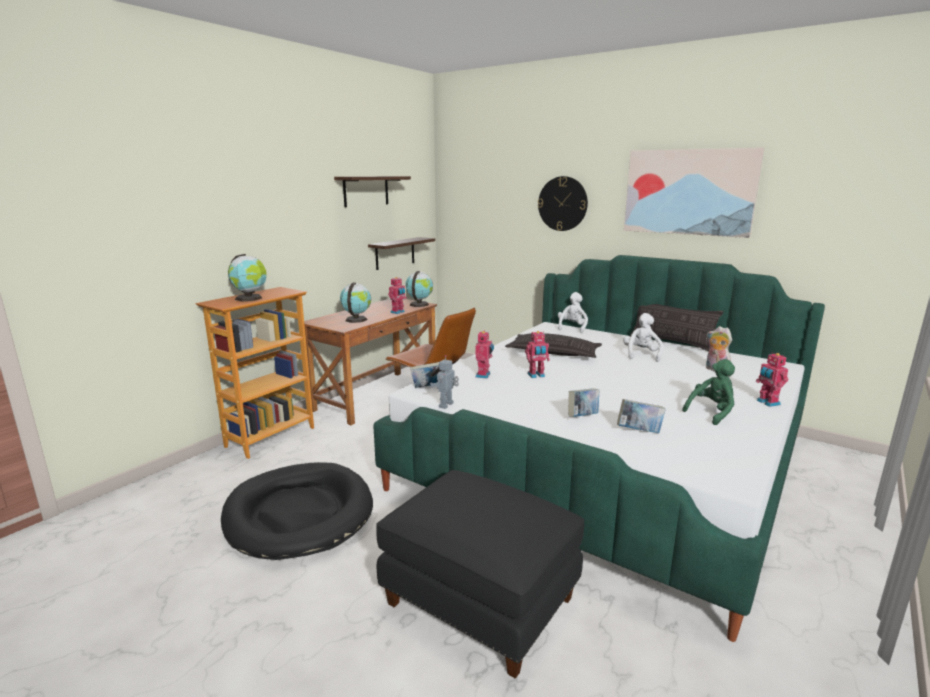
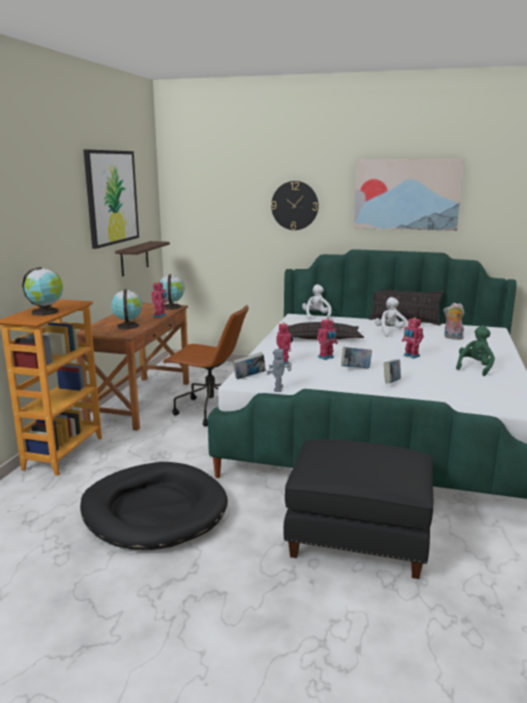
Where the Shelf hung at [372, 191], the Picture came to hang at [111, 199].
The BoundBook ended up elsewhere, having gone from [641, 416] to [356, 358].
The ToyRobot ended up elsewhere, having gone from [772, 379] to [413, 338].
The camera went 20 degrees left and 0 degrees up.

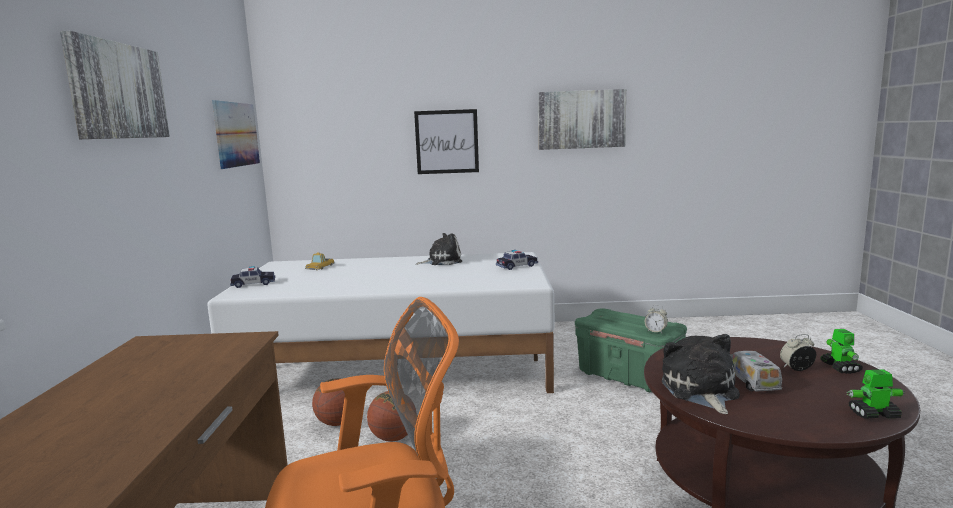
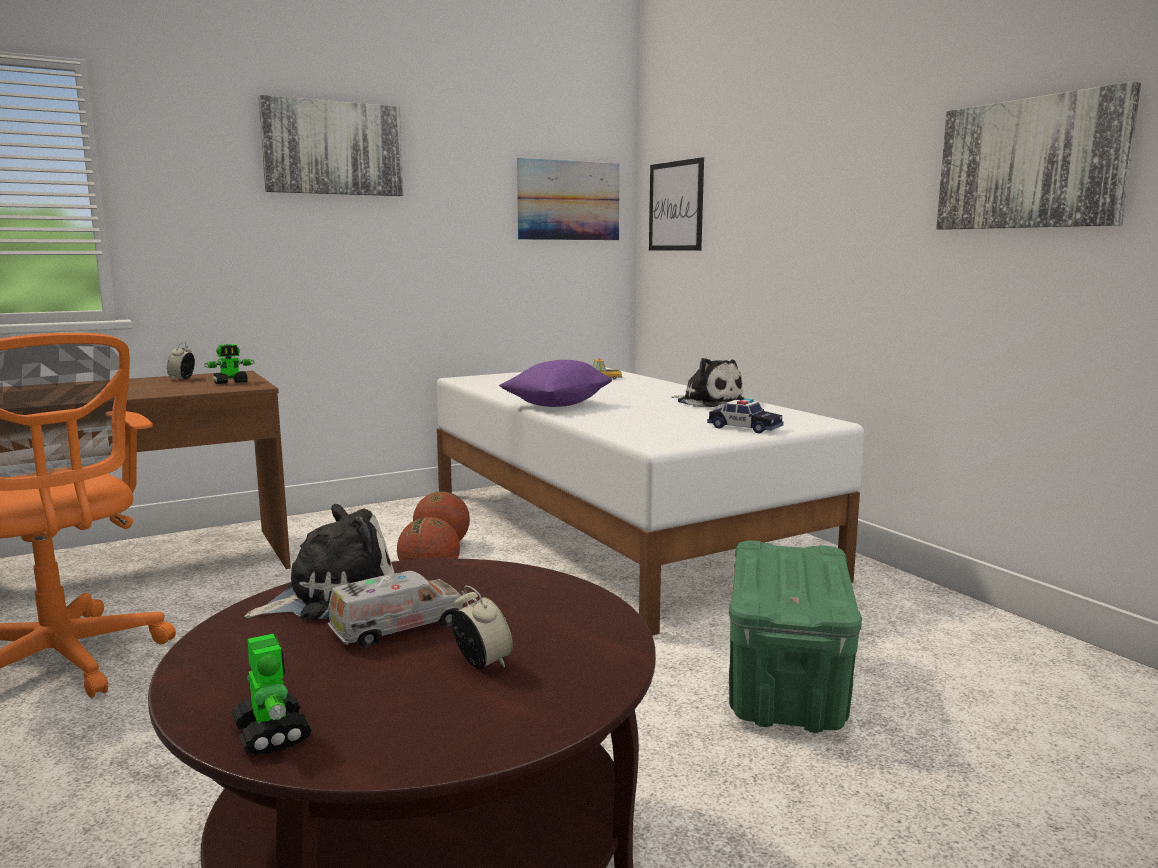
The BedsideClock ended up elsewhere, having gone from [656, 319] to [181, 361].
The ToyRobot ended up elsewhere, having gone from [841, 351] to [229, 364].
The second view gained the PurpleColouredPillow at [556, 383].
The Picture ended up elsewhere, having gone from [446, 141] to [676, 204].
The second view lost the MiniatureCar at [252, 277].
The camera went 60 degrees right and 0 degrees up.

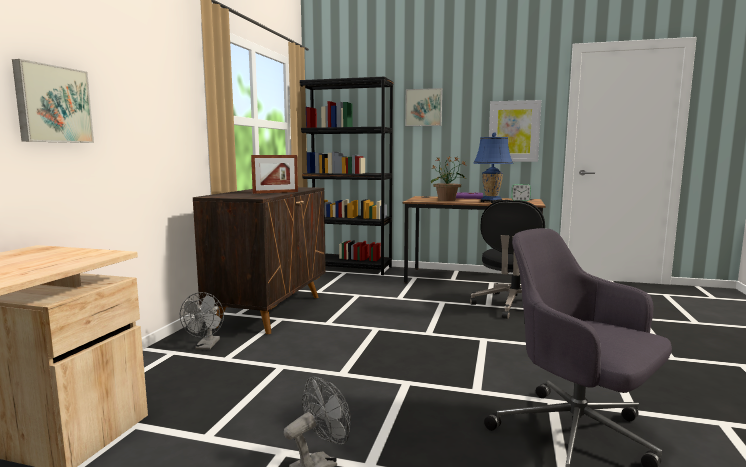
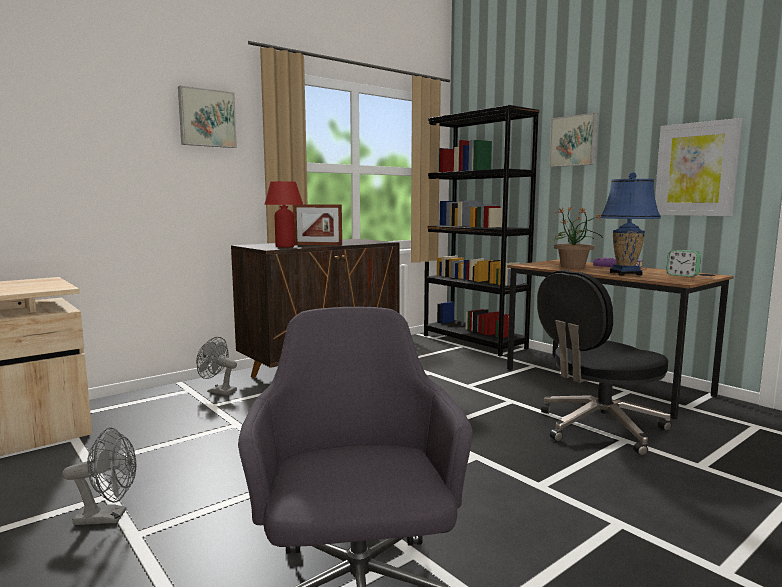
The Picture ended up elsewhere, having gone from [53, 101] to [207, 117].
The GreyishFan at [202, 321] ended up facing another way, 75 degrees clockwise from before.
The second view gained the ReddishTableLamp at [283, 214].
The camera went 35 degrees right and 0 degrees up.

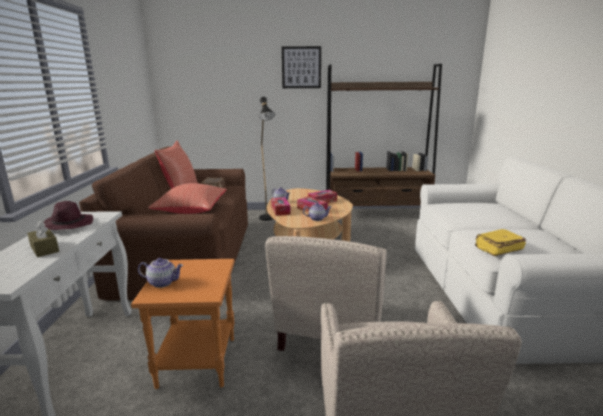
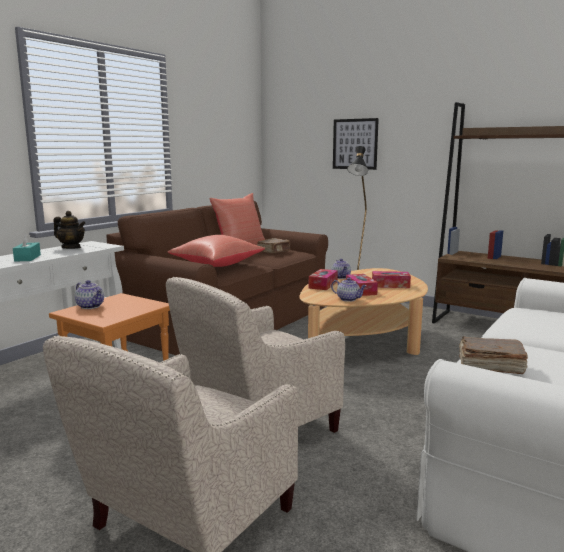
What was the BrownBoxOfTissues at [43, 239] turned into the TurquoiseBoxOfTissues at [27, 246].
Where the PurpleColouredClothingHat stood at [68, 215], the PotForTea came to stand at [69, 230].
The Picture ended up elsewhere, having gone from [301, 67] to [356, 144].
What was the YellowBoundBook at [500, 242] turned into the BrownBoundBook at [493, 355].
The camera went 35 degrees right and 5 degrees down.

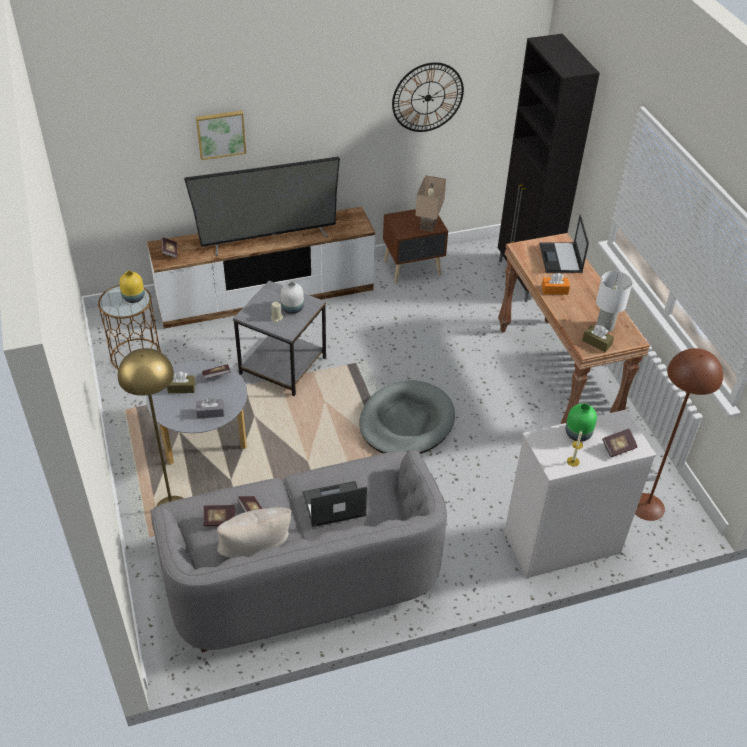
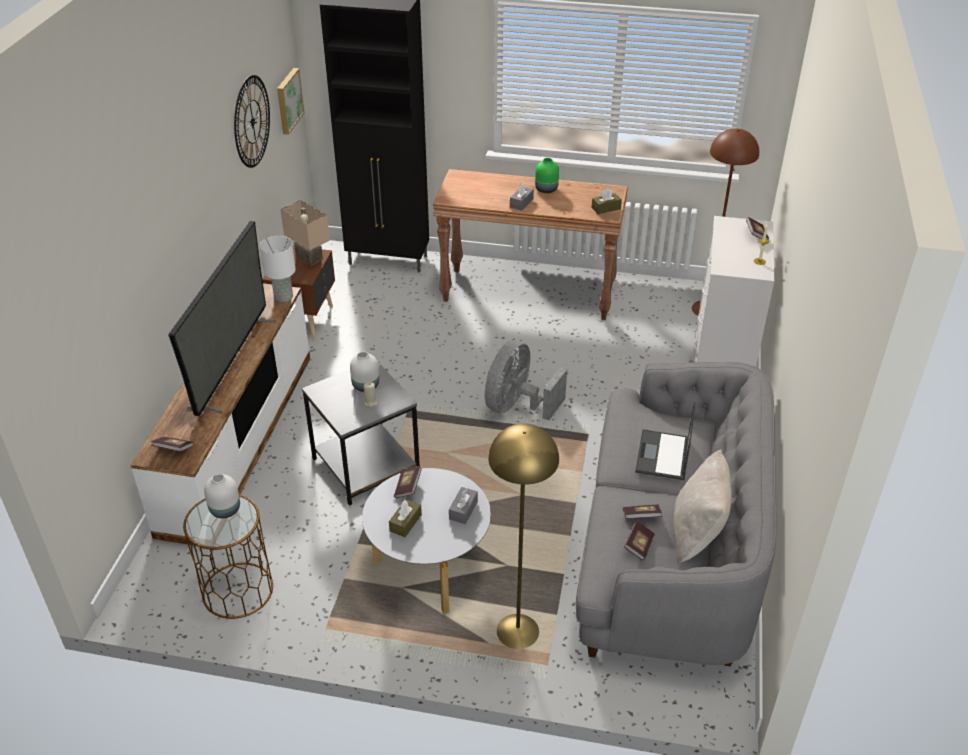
What was the YellowDecorativeVase at [131, 287] turned into the WhitishDecorativeVase at [222, 496].
The WhitishTableLamp ended up elsewhere, having gone from [614, 301] to [278, 269].
The Picture ended up elsewhere, having gone from [221, 135] to [290, 101].
Where the GreyishDogBed stood at [407, 417], the GreyishFan came to stand at [526, 380].
What was the OrangeBoxOfTissues at [556, 284] turned into the GreyishBoxOfTissues at [522, 197].
The GreenDecorativeVase ended up elsewhere, having gone from [581, 422] to [547, 175].
The second view lost the PortableComputer at [564, 243].
The camera went 60 degrees left and 5 degrees down.

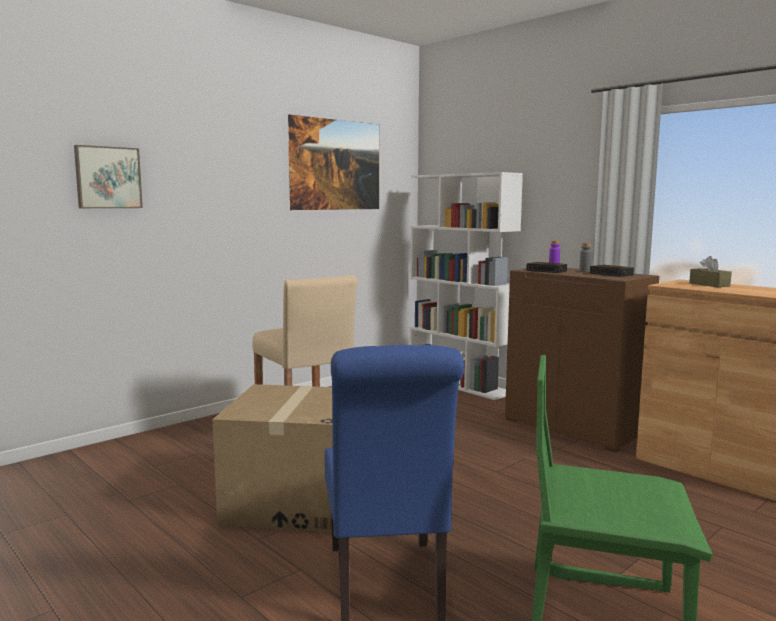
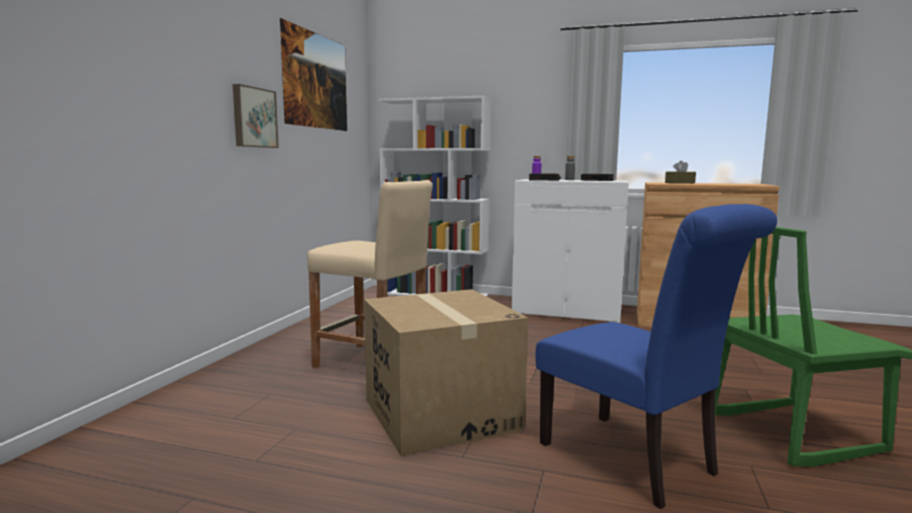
The Picture ended up elsewhere, having gone from [108, 176] to [256, 116].
What was the BrownCupboard at [582, 360] turned into the WhitishCupboard at [570, 251].
The camera went 30 degrees left and 0 degrees up.

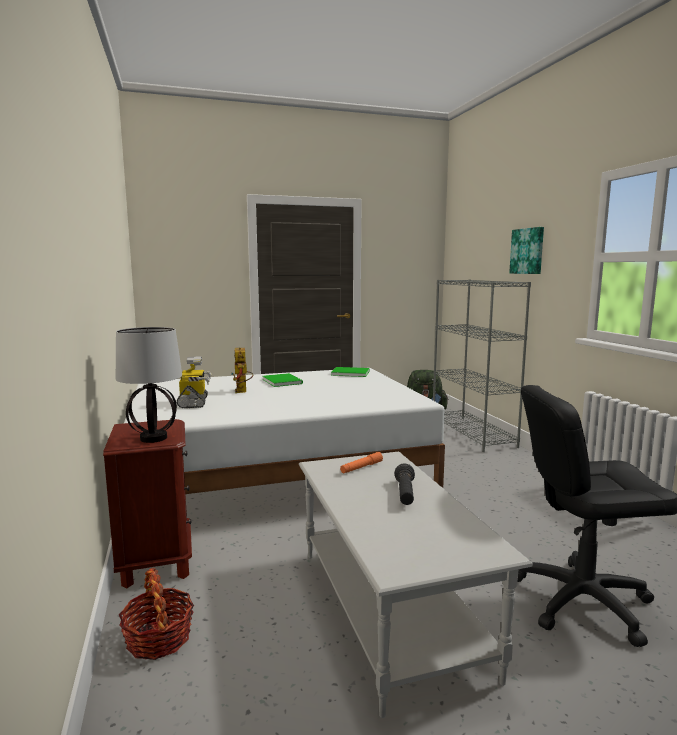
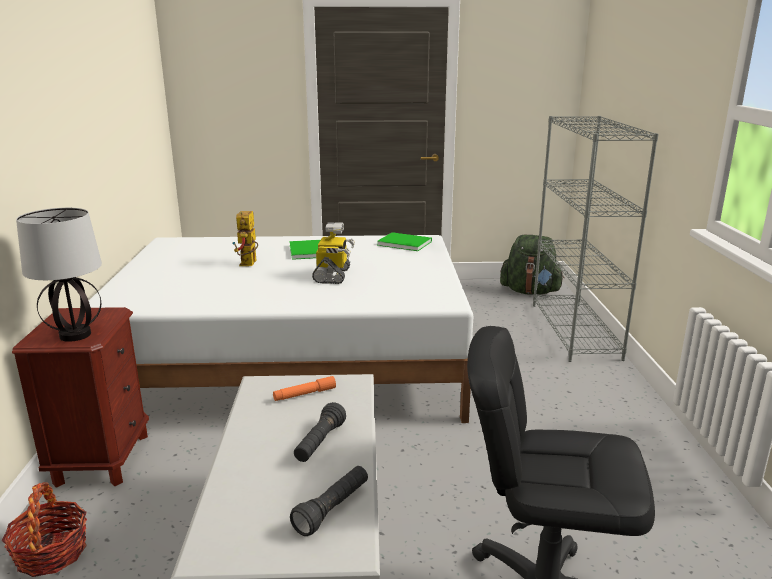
The second view gained the BlackColouredHandTorch at [329, 501].
The ToyRobot ended up elsewhere, having gone from [194, 382] to [333, 253].
The second view lost the Picture at [526, 250].
The camera went 15 degrees right and 10 degrees up.

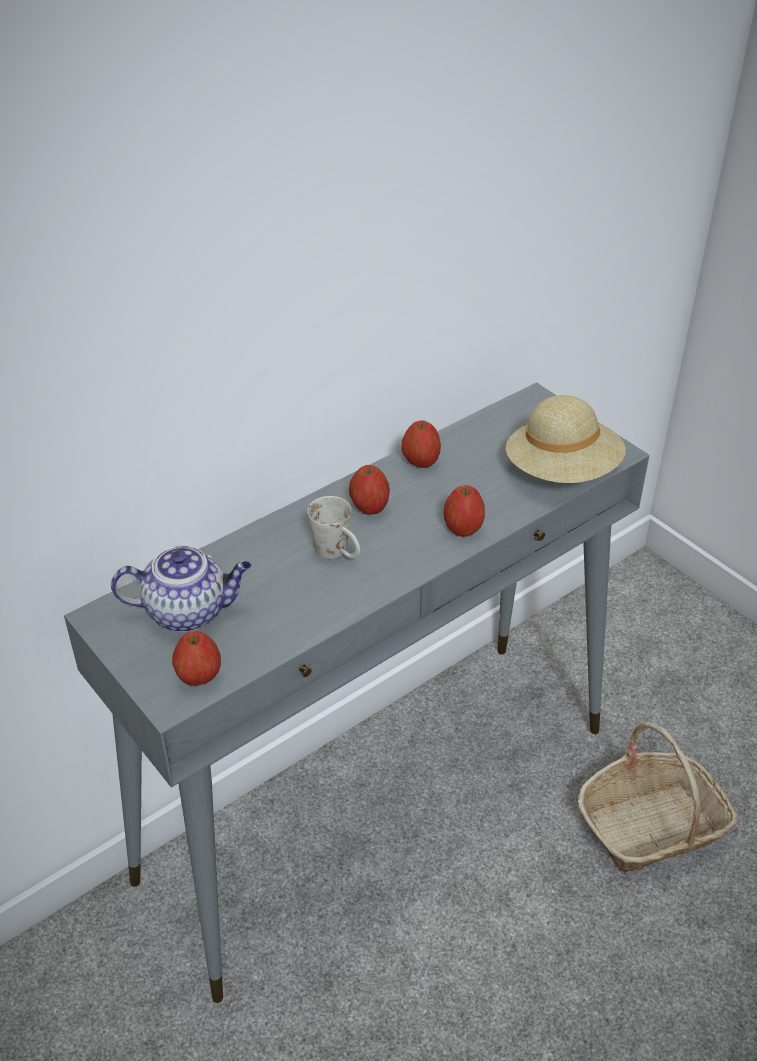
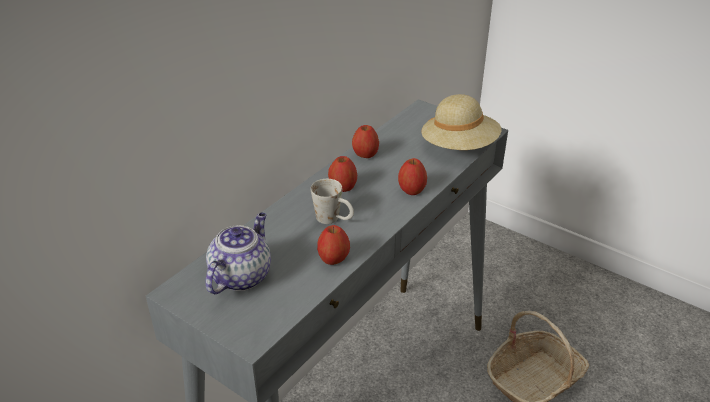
The PotForTea at [181, 588] ended up facing another way, 45 degrees counterclockwise from before.
The WholeApple ended up elsewhere, having gone from [196, 658] to [333, 245].
The camera went 15 degrees left and 5 degrees down.

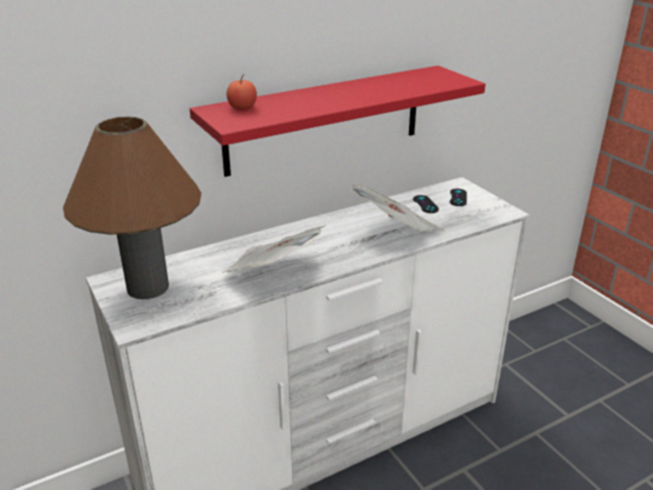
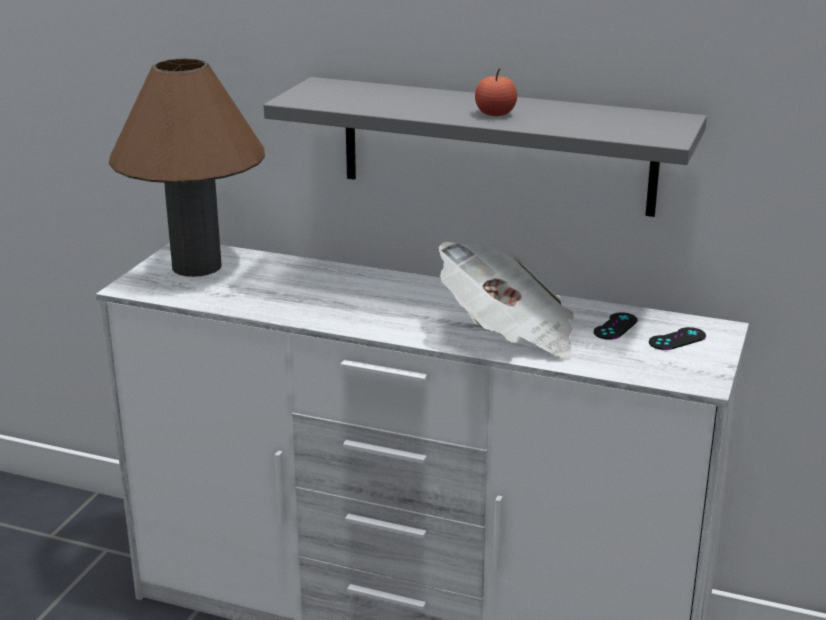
What was the ReddishShelf at [338, 121] turned into the GreyishShelf at [485, 147].
The WholeApple ended up elsewhere, having gone from [242, 92] to [496, 92].
The second view lost the PrintedPaper at [274, 249].
The camera went 50 degrees right and 5 degrees down.

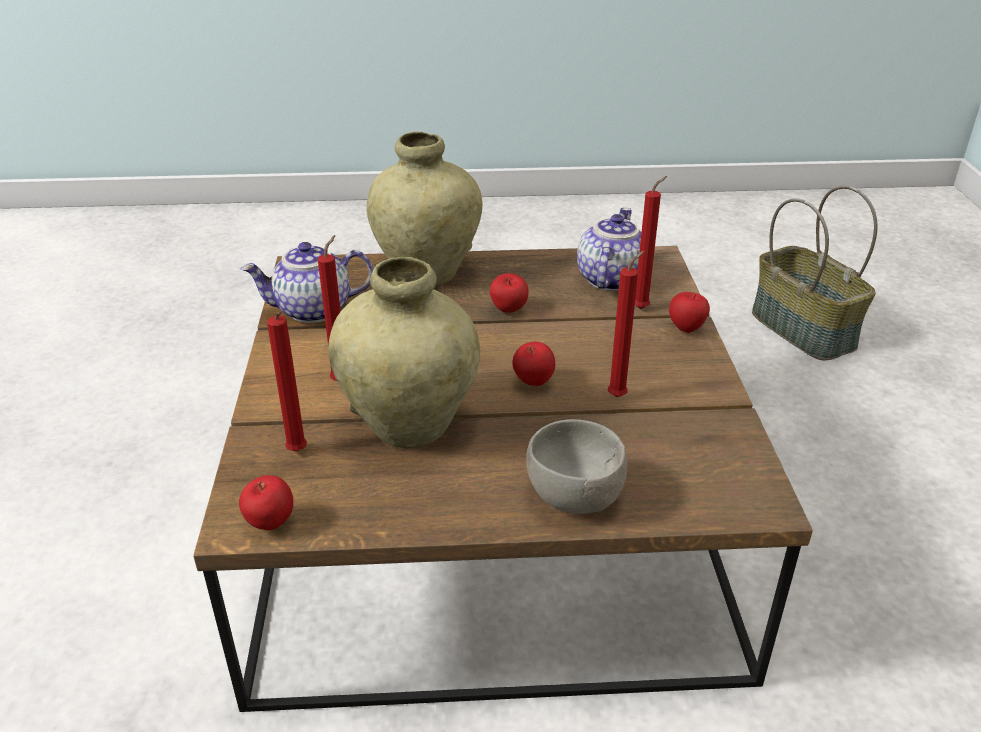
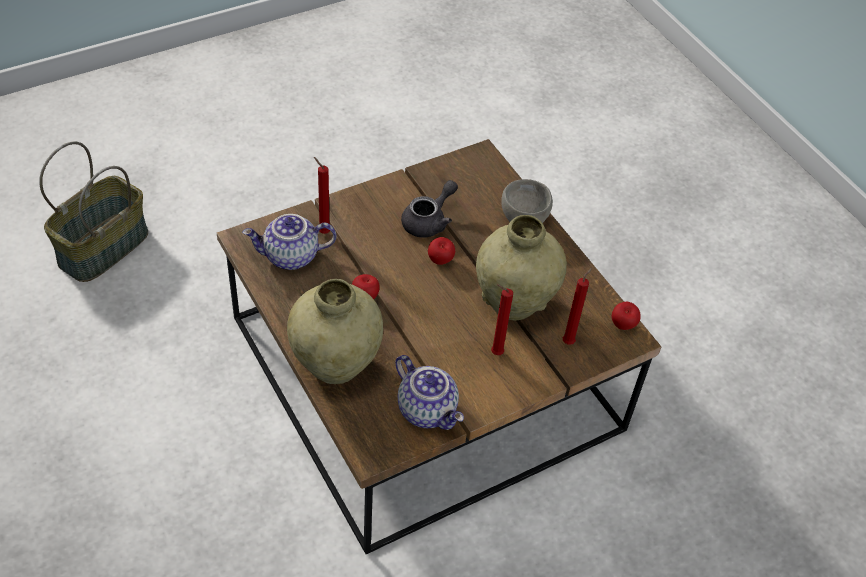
Where the ReddishWaxCandle stood at [626, 324], the GreyishPotForTea came to stand at [429, 209].
The second view lost the WholeApple at [689, 312].
The camera went 120 degrees left and 15 degrees up.

